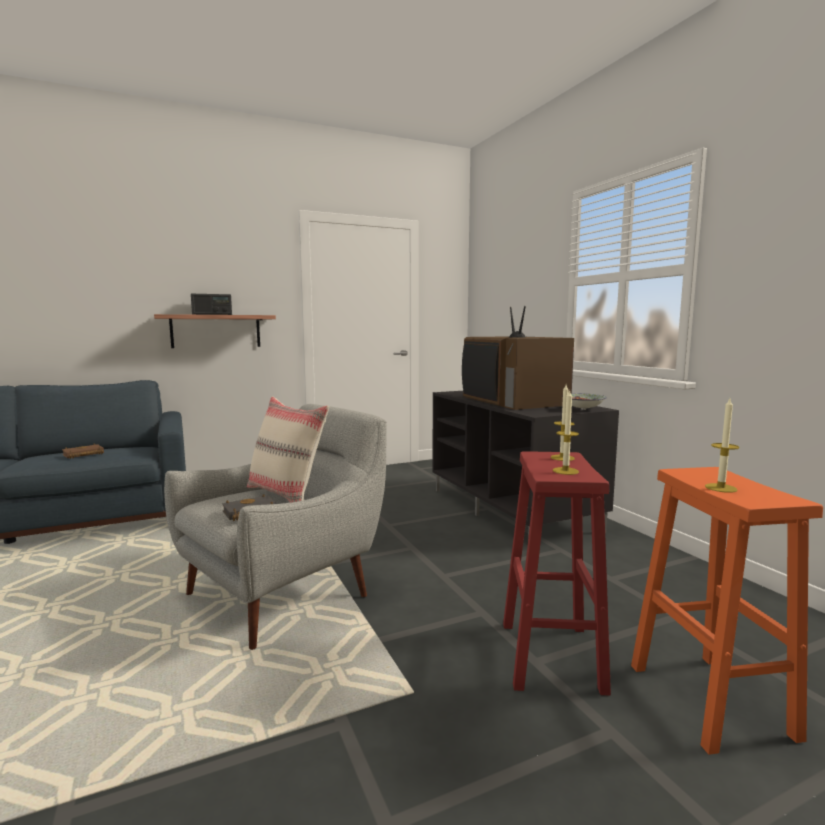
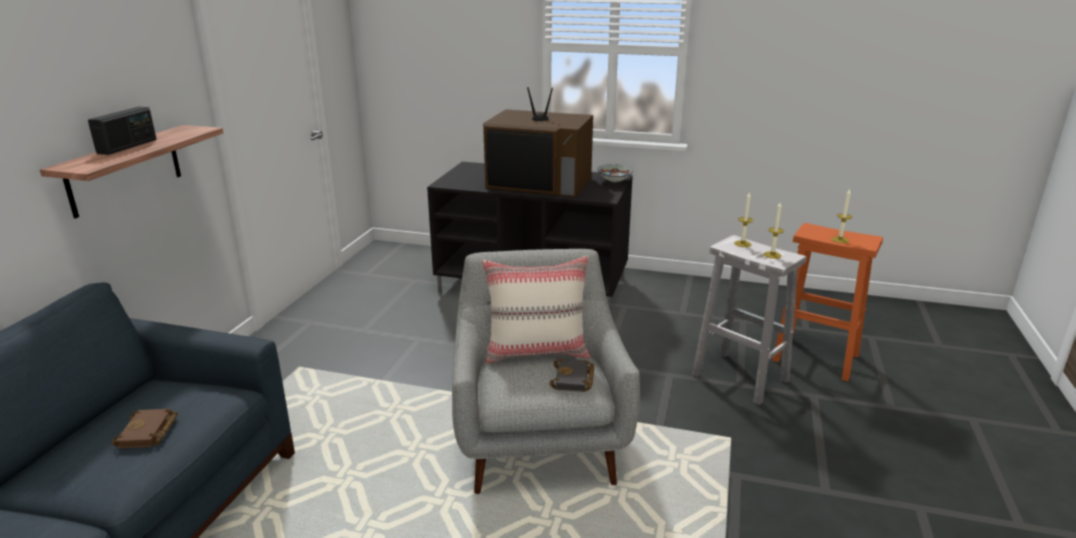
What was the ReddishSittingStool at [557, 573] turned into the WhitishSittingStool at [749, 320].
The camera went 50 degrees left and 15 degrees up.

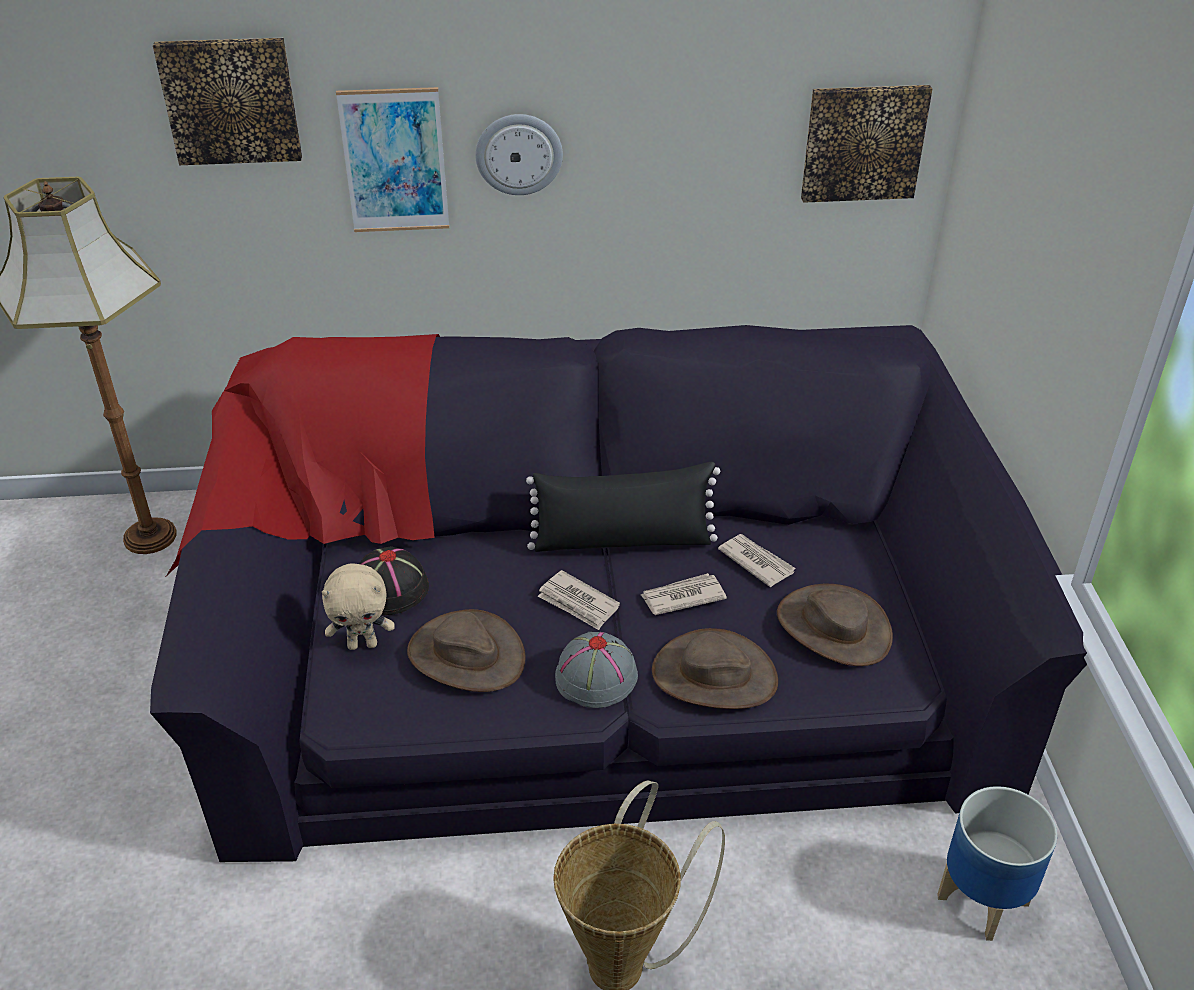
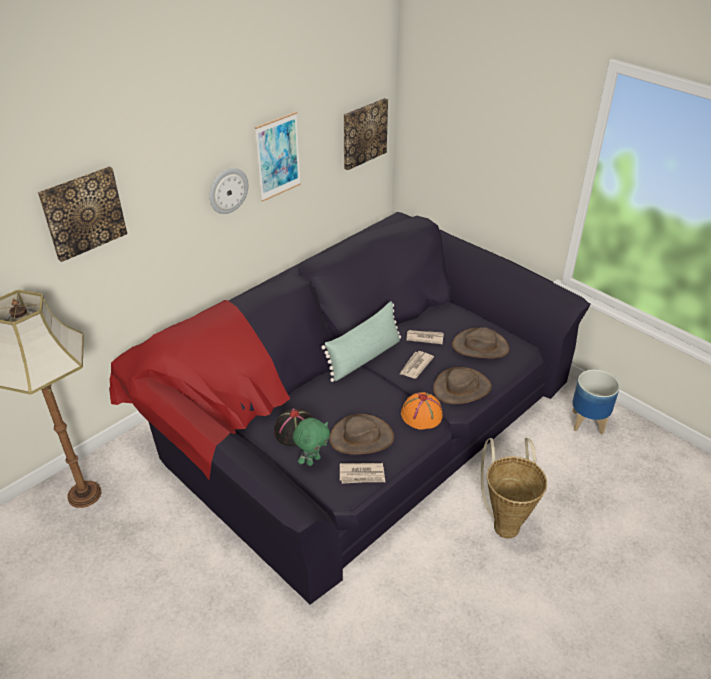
The Picture ended up elsewhere, having gone from [392, 159] to [278, 157].
What was the SandColouredCuddlyToy at [358, 606] turned into the GreenCuddlyToy at [311, 442].
What was the BlackColouredPillow at [623, 507] turned into the GreenPillow at [361, 341].
The PrintedPaper ended up elsewhere, having gone from [578, 600] to [362, 473].
What was the GreyishClothingHat at [596, 670] turned into the OrangeClothingHat at [422, 411].
The camera went 40 degrees left and 0 degrees up.

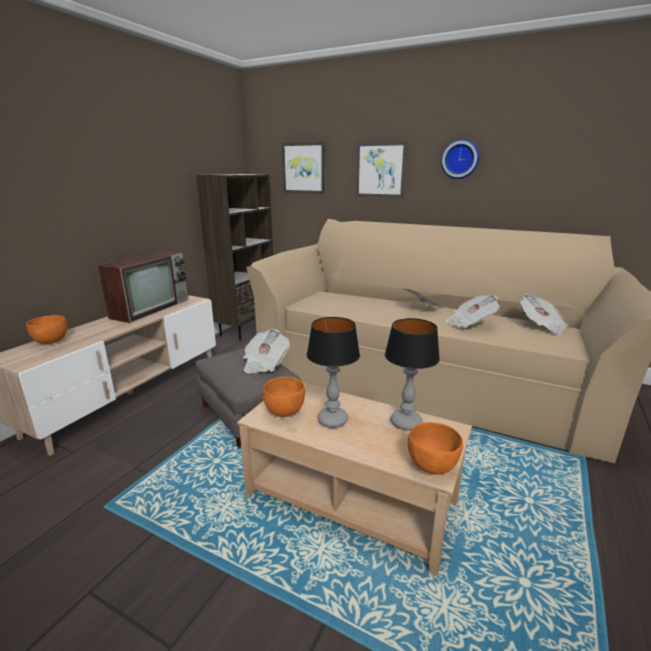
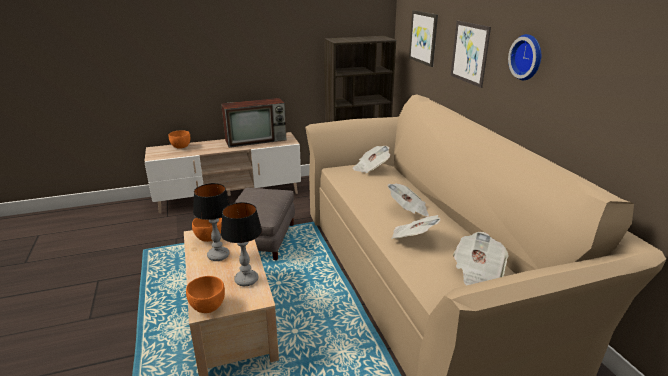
The PrintedPaper ended up elsewhere, having gone from [266, 351] to [371, 159].
The camera went 45 degrees right and 5 degrees up.

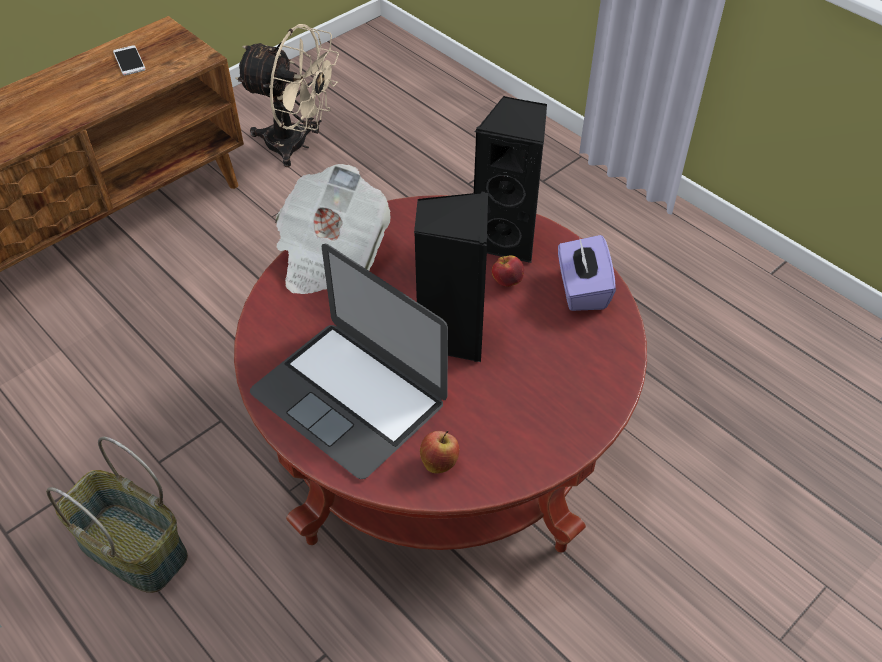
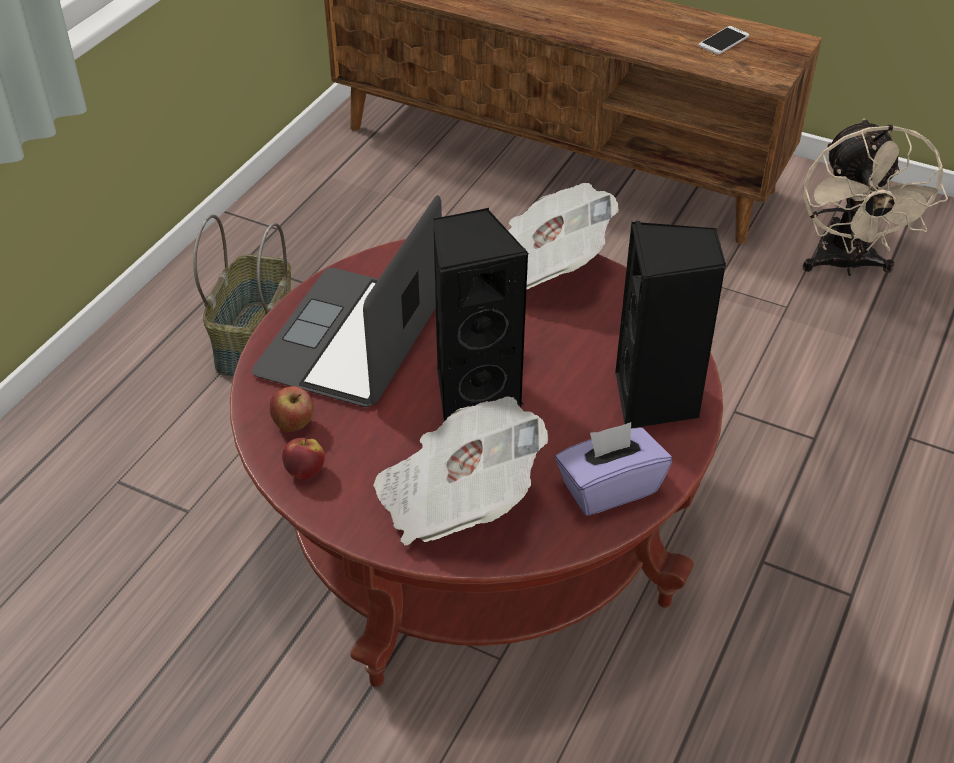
The WholeApple ended up elsewhere, having gone from [508, 271] to [303, 458].
The second view gained the PrintedPaper at [460, 471].
The camera went 70 degrees right and 5 degrees down.

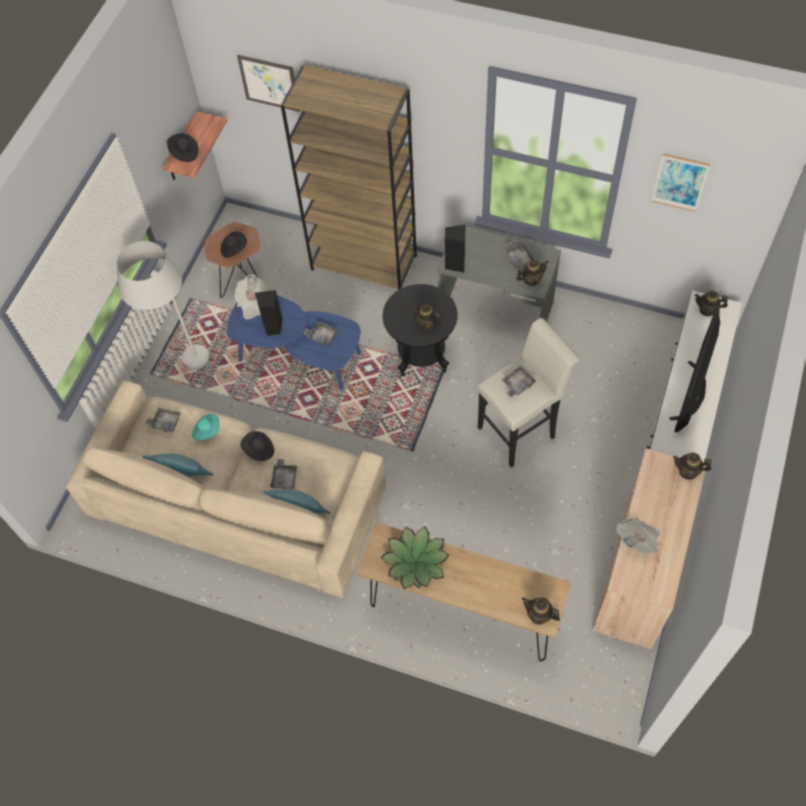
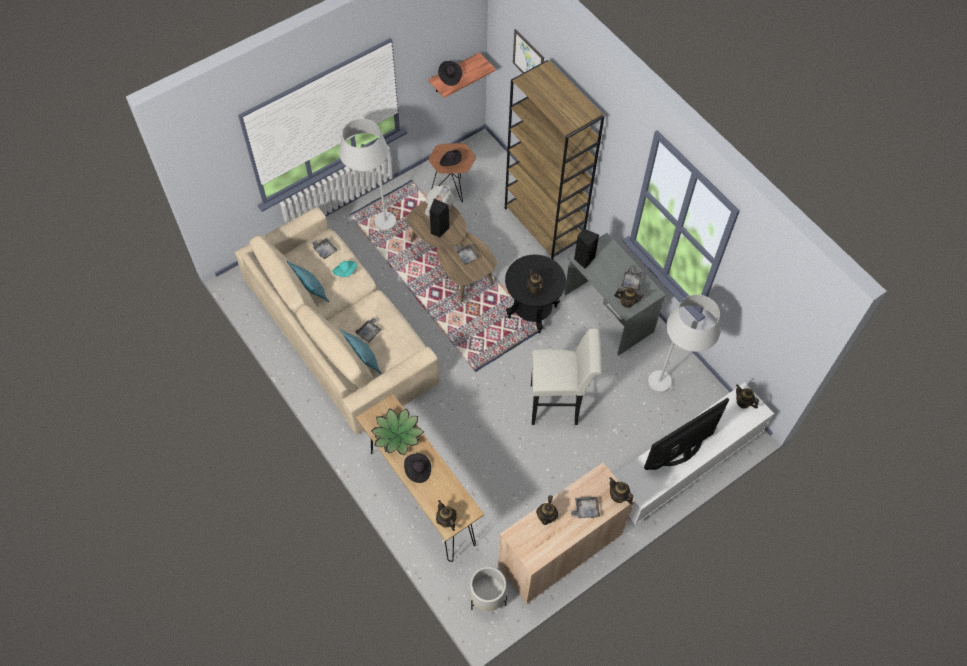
The BlackColouredClothingHat ended up elsewhere, having gone from [257, 446] to [417, 468].
What was the BluishLoungeTable at [294, 343] turned into the BrownLoungeTable at [451, 251].
The second view gained the WhitishPlantPot at [488, 589].
Where the PrintedPaper stood at [638, 535], the PotForTea came to stand at [547, 510].
The GreyishTray ended up elsewhere, having gone from [519, 382] to [585, 507].
The second view gained the WhitishFloorLamp at [684, 344].
The second view lost the Picture at [680, 182].
The camera went 30 degrees right and 0 degrees up.

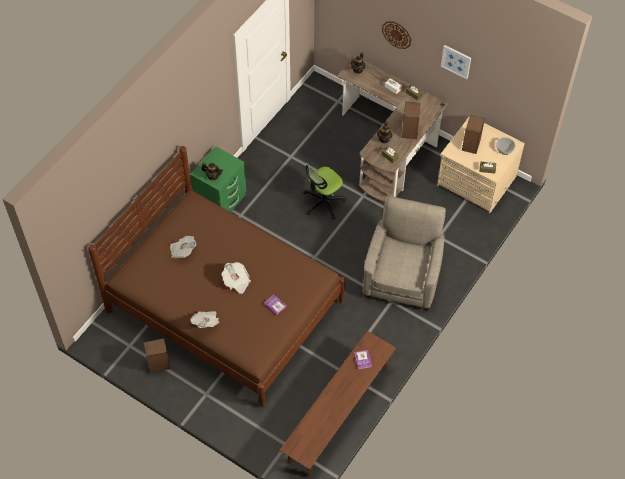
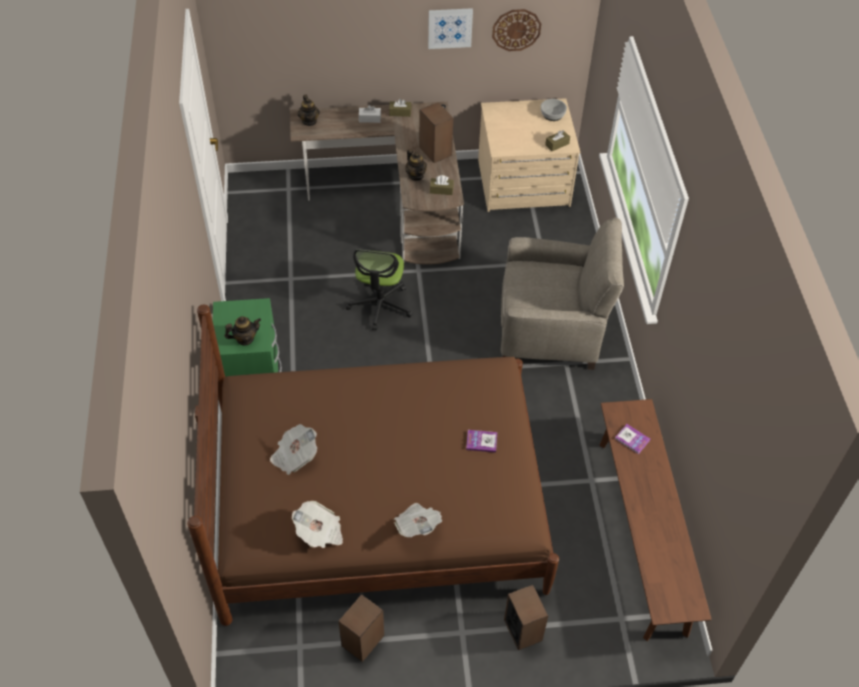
The PrintedPaper ended up elsewhere, having gone from [236, 278] to [317, 524].
The HangingClock ended up elsewhere, having gone from [396, 35] to [516, 30].
The SandColouredArmchair at [404, 254] ended up facing another way, 120 degrees clockwise from before.
The AudioSpeaker ended up elsewhere, having gone from [473, 134] to [526, 617].
The camera went 40 degrees left and 5 degrees down.

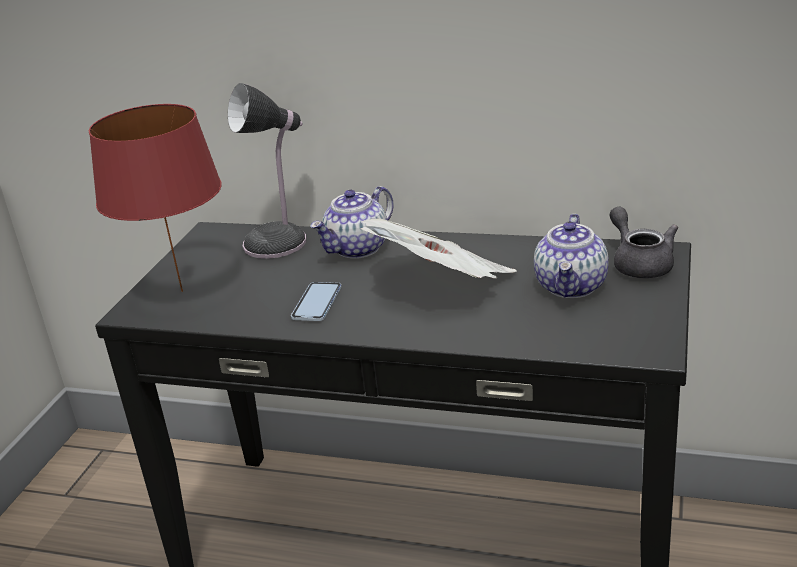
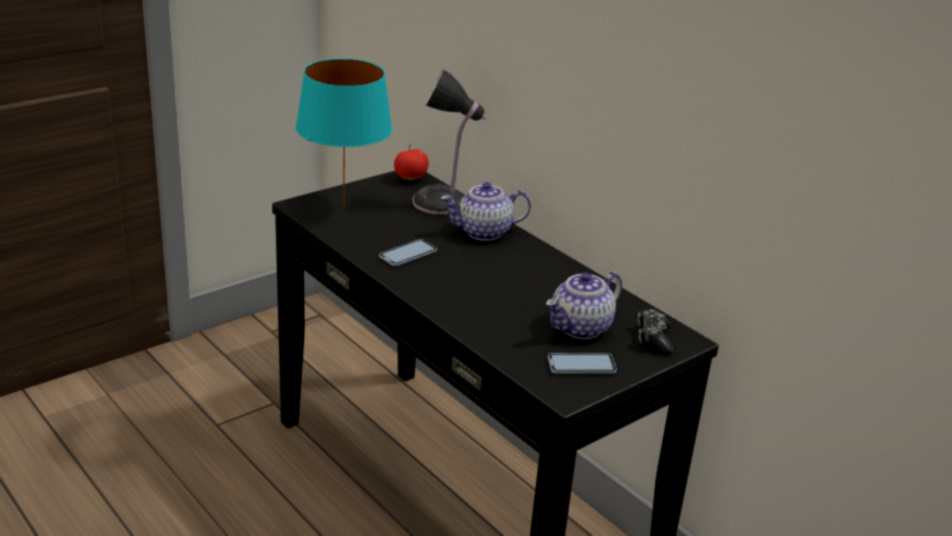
What was the ReddishTableLamp at [155, 198] turned into the TurquoiseTableLamp at [343, 133].
The second view gained the WholeApple at [411, 162].
The second view gained the Phone at [582, 363].
Where the GreyishPotForTea stood at [644, 242], the GameController came to stand at [656, 331].
The second view lost the PrintedPaper at [438, 248].
The camera went 30 degrees right and 0 degrees up.

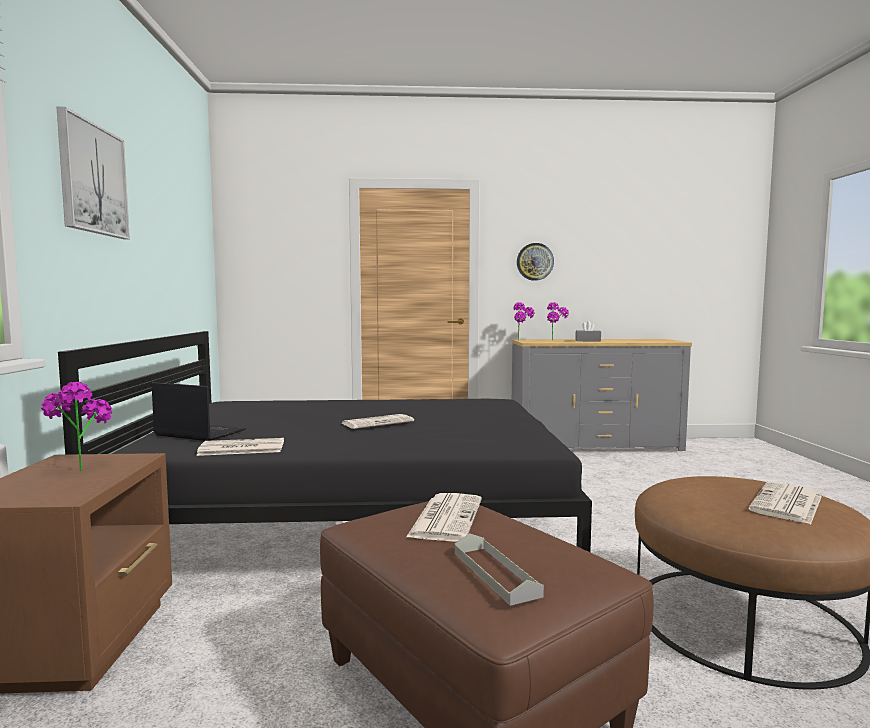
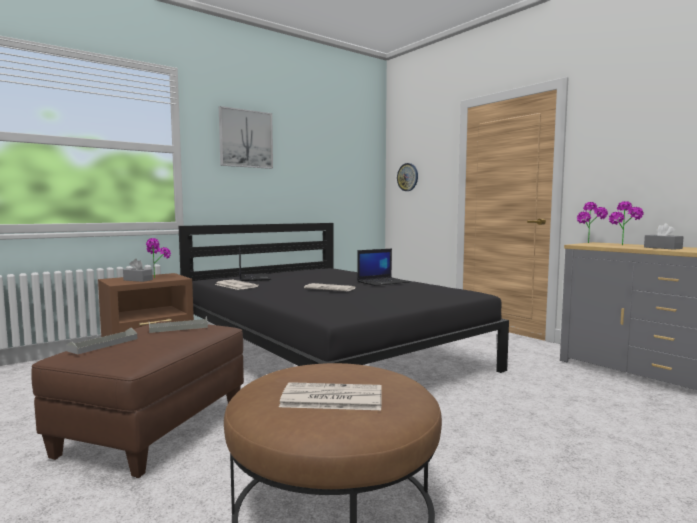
The second view gained the GreyishBoxOfTissues at [138, 270].
Where the PrintedPaper stood at [444, 517], the GreyishTray came to stand at [178, 324].
The second view gained the PortableComputer at [383, 267].
The HangingClock ended up elsewhere, having gone from [535, 262] to [407, 177].
The camera went 55 degrees right and 0 degrees up.

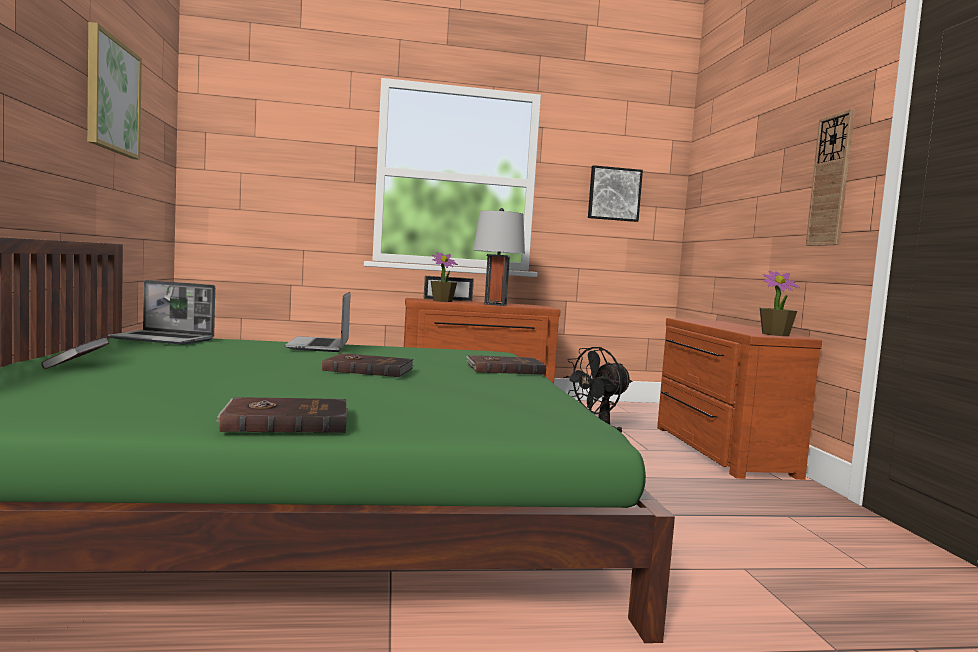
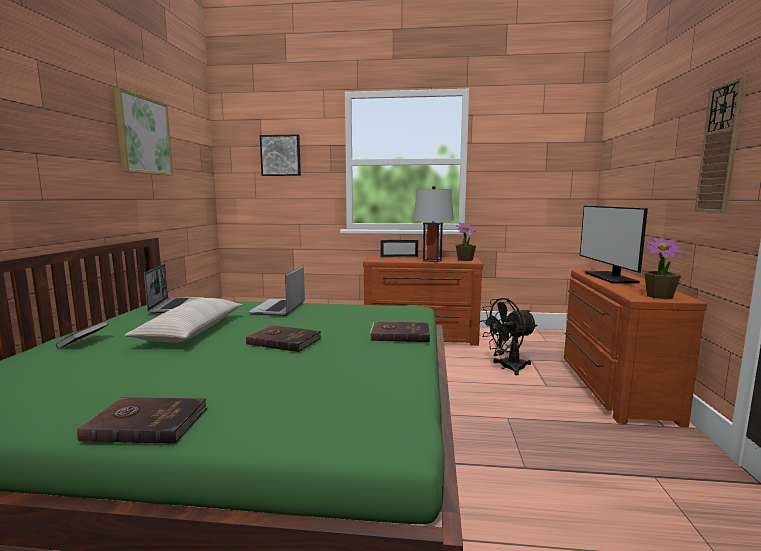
The second view gained the SandColouredPillow at [183, 320].
The PortableComputer at [161, 312] ended up facing another way, 120 degrees counterclockwise from before.
The Picture ended up elsewhere, having gone from [615, 193] to [280, 155].
The PlantInAPot ended up elsewhere, having gone from [444, 277] to [466, 242].
The second view gained the ComputerScreen at [614, 245].
The camera went 15 degrees right and 5 degrees up.

